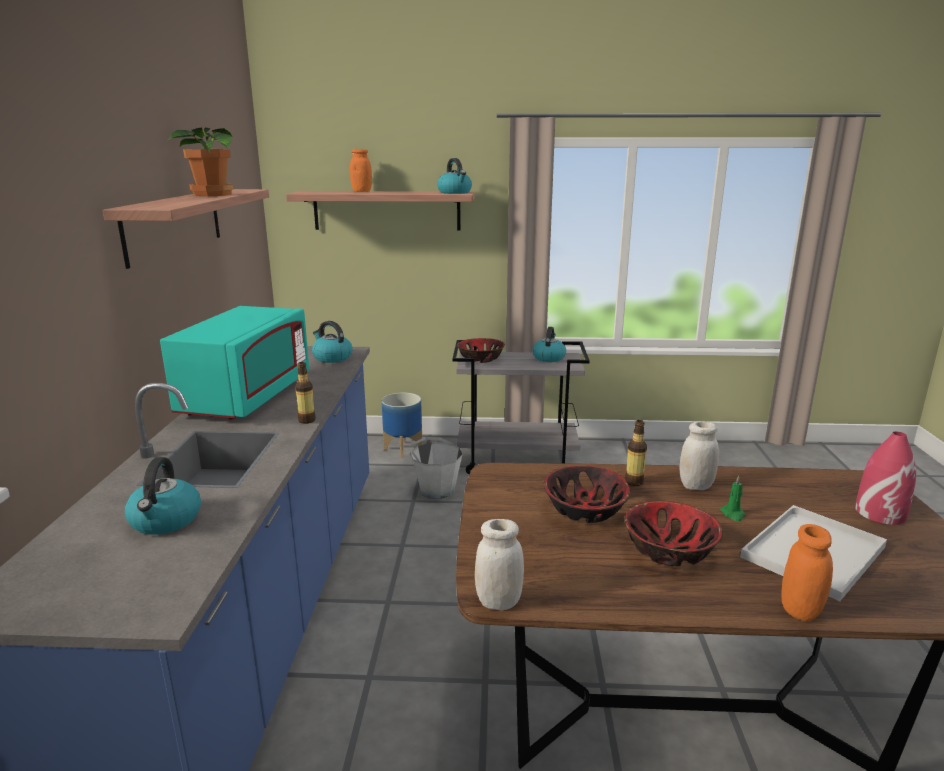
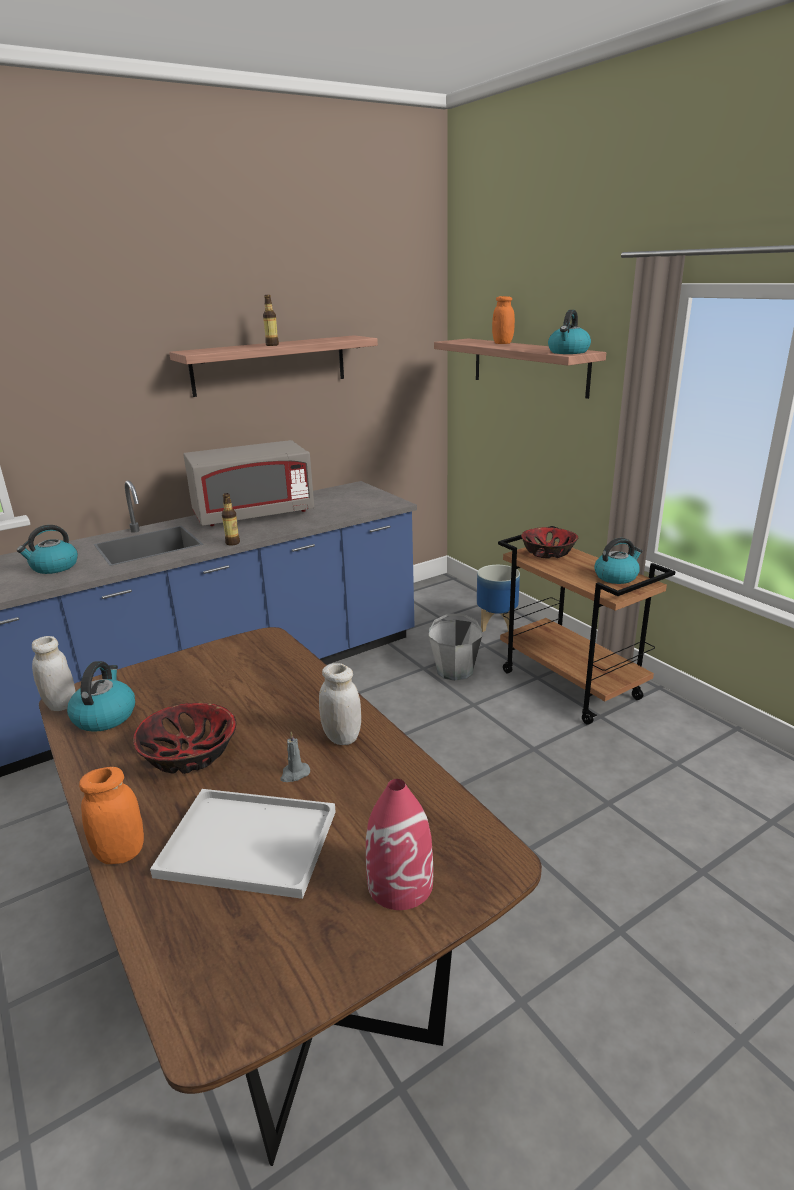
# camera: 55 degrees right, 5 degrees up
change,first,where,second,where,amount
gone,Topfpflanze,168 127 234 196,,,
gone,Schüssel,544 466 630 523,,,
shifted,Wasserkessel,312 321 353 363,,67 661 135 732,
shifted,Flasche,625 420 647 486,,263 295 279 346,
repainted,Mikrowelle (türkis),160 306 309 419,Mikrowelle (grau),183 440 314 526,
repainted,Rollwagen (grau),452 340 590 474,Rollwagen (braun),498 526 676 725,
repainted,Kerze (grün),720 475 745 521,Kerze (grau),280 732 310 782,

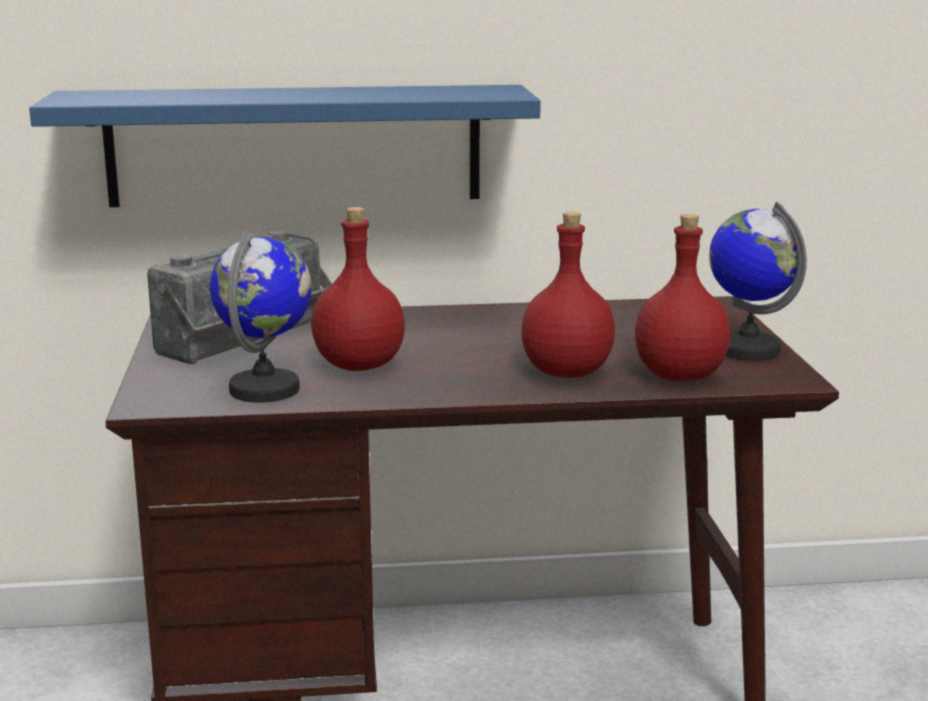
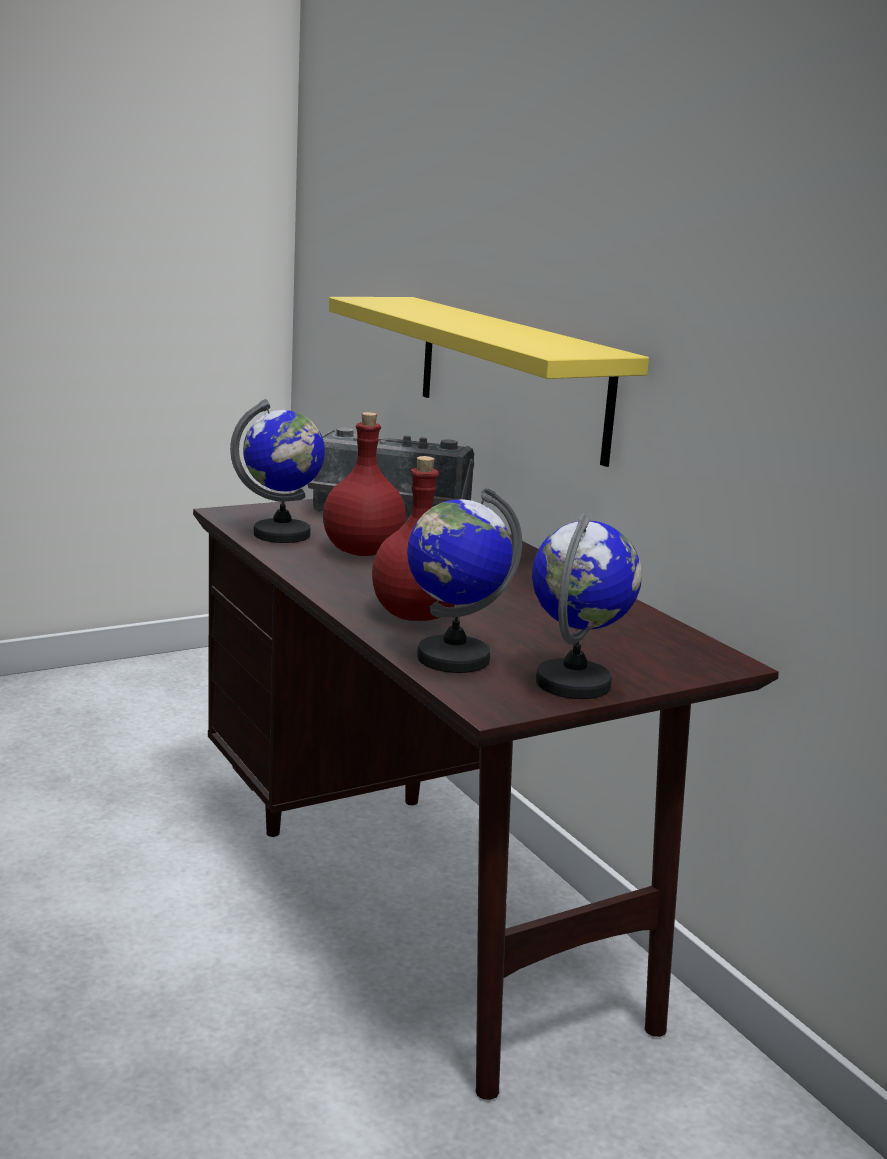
# camera: 65 degrees right, 0 degrees up
change,first,where,second,where,amount
swapped,Flasche (rot),635 214 731 381,Globus,407 487 522 673,
repainted,Wandregal (blau),29 85 541 207,Wandregal (gelb),329 297 649 467,

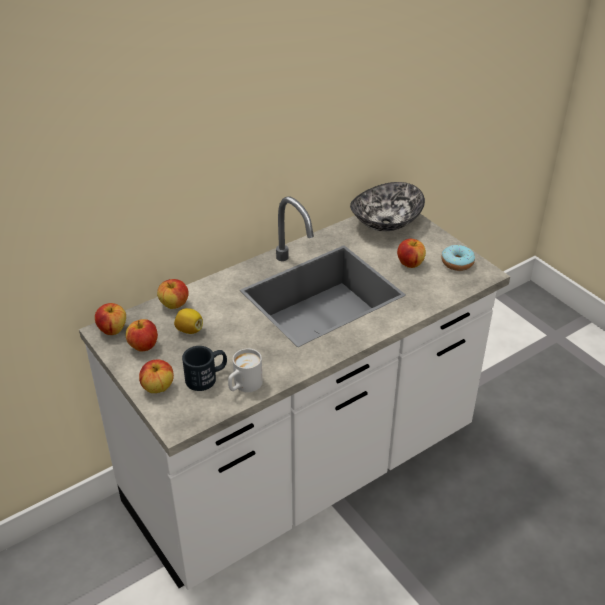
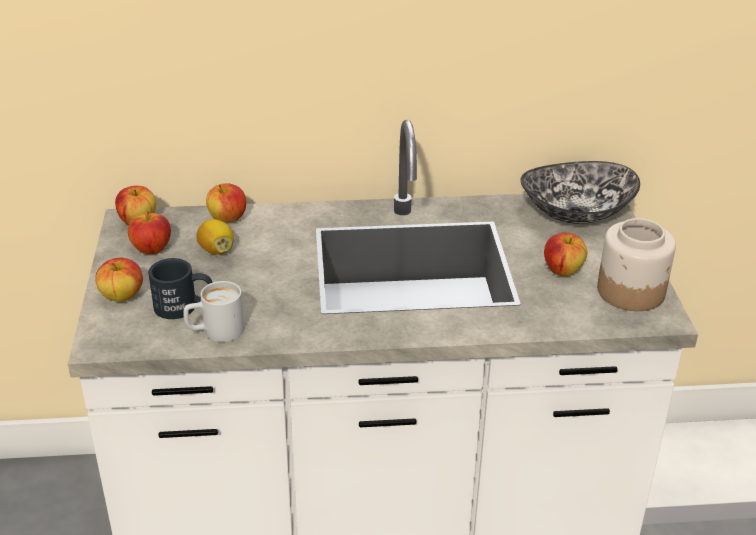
# camera: 30 degrees right, 5 degrees down
change,first,where,second,where,amount
swapped,Donut,441 245 475 271,Vorratsglas,597 218 676 311,

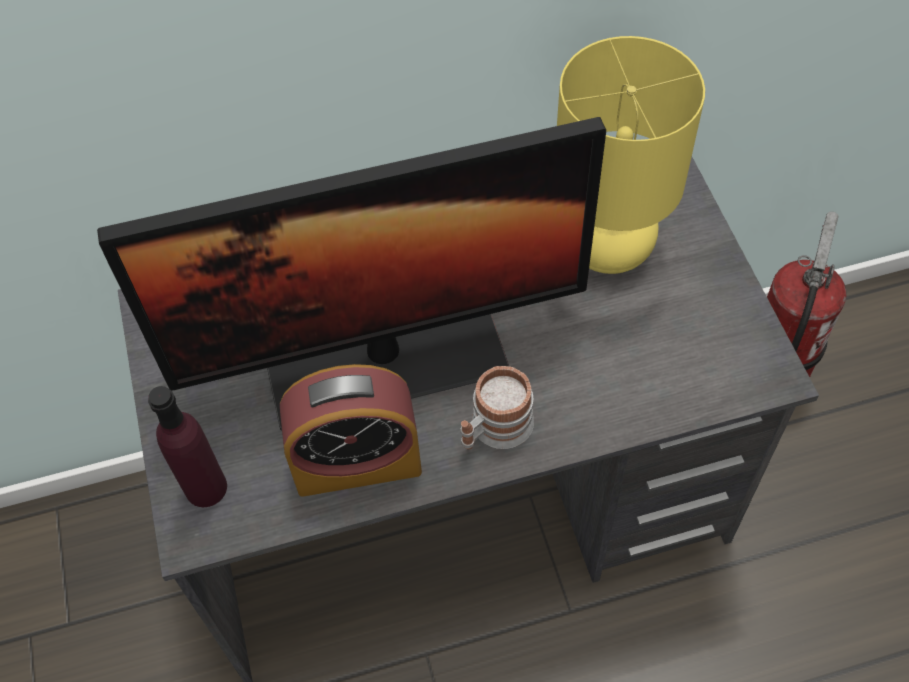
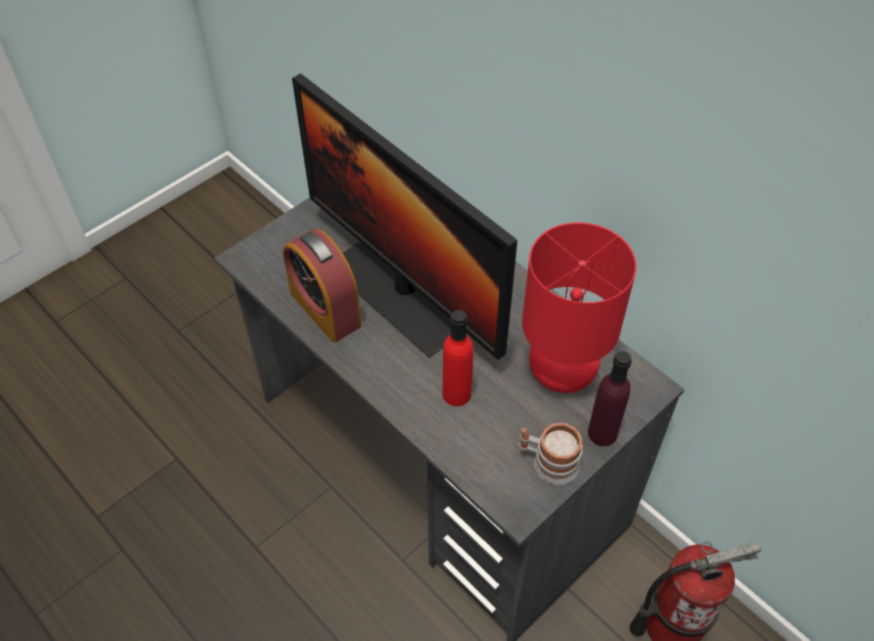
# camera: 60 degrees right, 5 degrees down
change,first,where,second,where,amount
new,,,Flasche (rot),442 310 473 406,
shifted,Flasche (lila),148 386 227 507,,588 351 632 446,
shifted,Henkelbecher,461 366 534 450,,519 423 583 485,
repainted,Tischlampe (gelb),557 36 705 274,Tischlampe (rot),522 222 636 393,

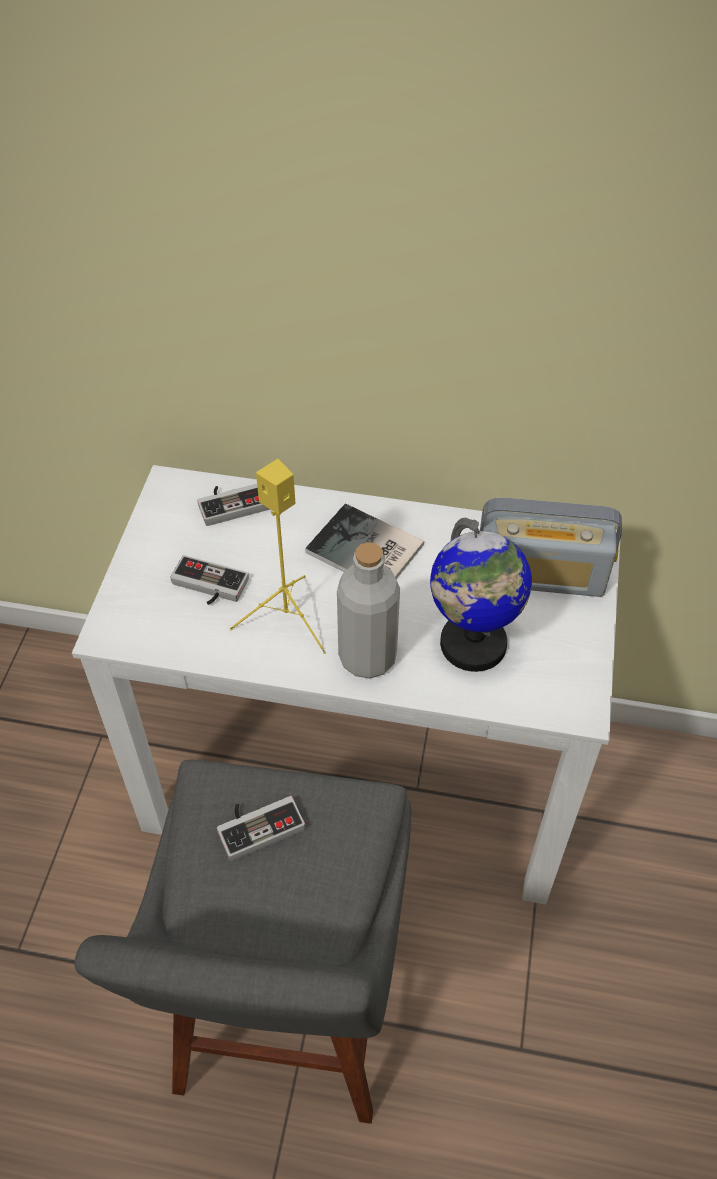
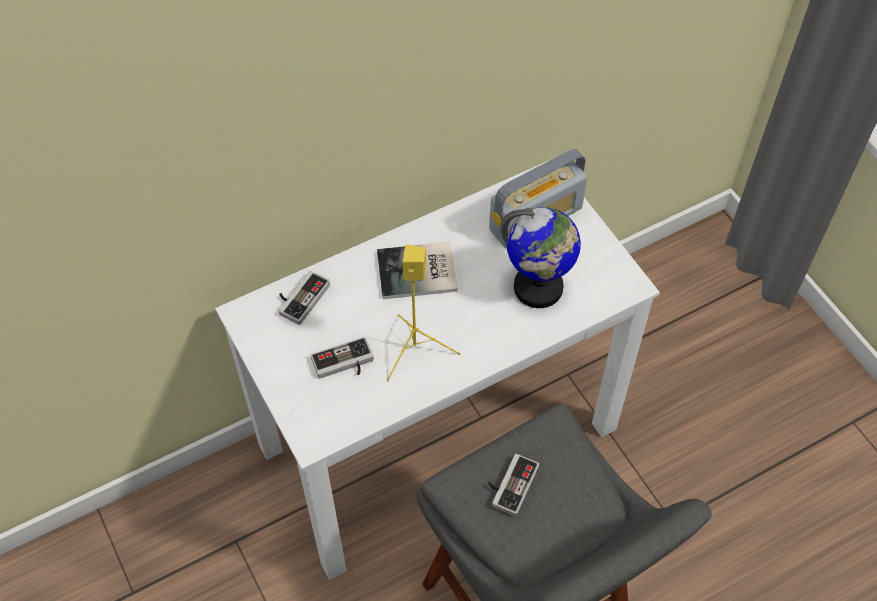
# camera: 40 degrees left, 5 degrees up
change,first,where,second,where,amount
gone,Flasche (grau),337 542 400 679,,,

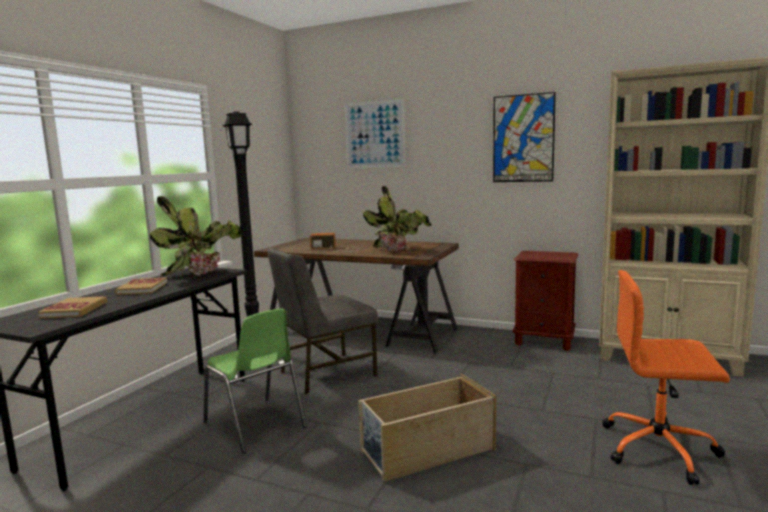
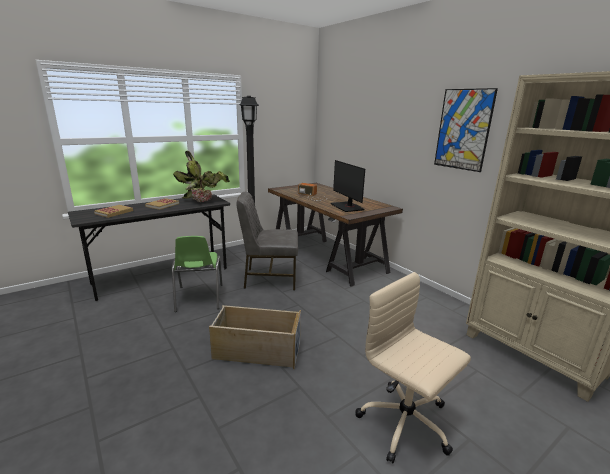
# camera: 30 degrees right, 10 degrees up
change,first,where,second,where,amount
gone,Bild,345 99 405 168,,,
gone,Nachttisch (braun),513 251 578 351,,,
swapped,Topfpflanze,363 186 432 252,Monitor,330 160 365 212,
repainted,Bürostuhl (orange),602 270 730 485,Bürostuhl (beige),355 272 471 464,

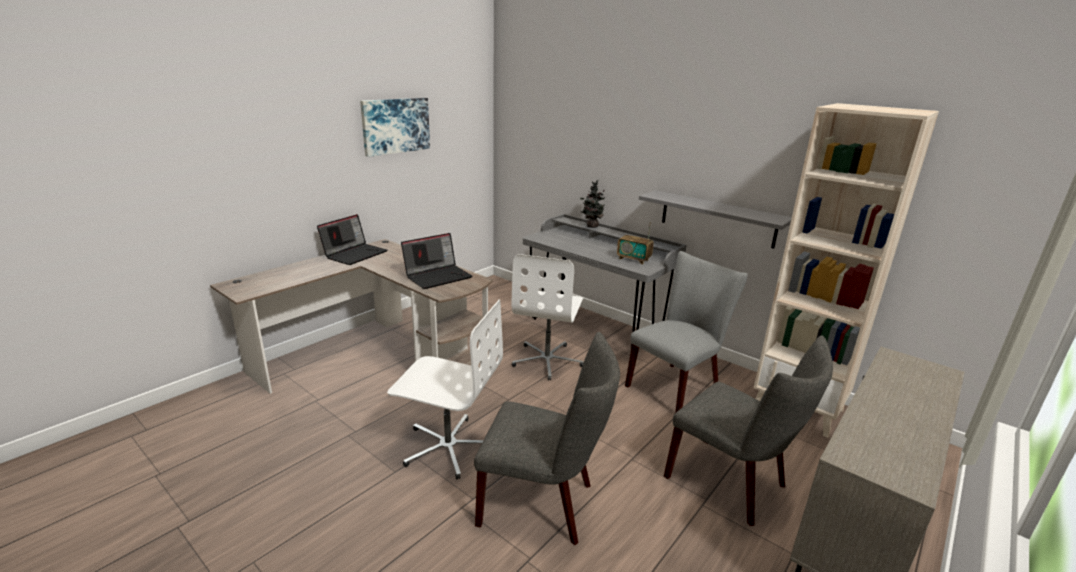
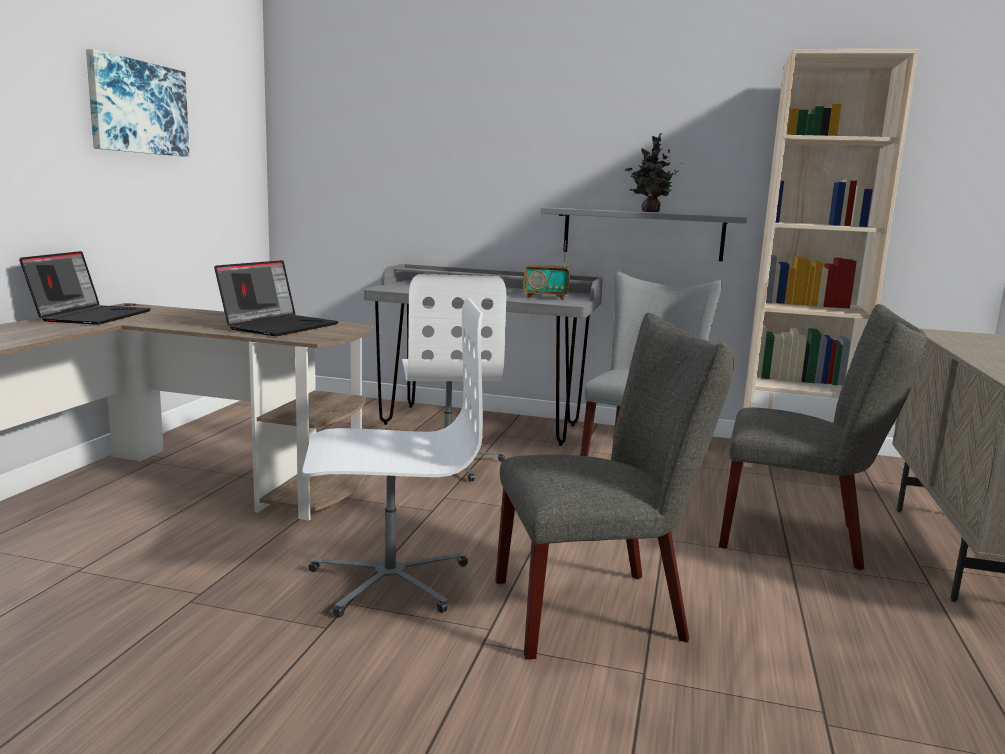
# camera: 25 degrees left, 10 degrees down
change,first,where,second,where,amount
shifted,Topfpflanze,580 180 605 228,,625 133 682 212,

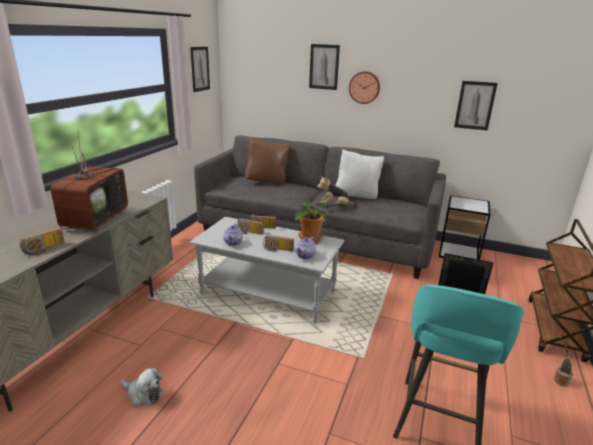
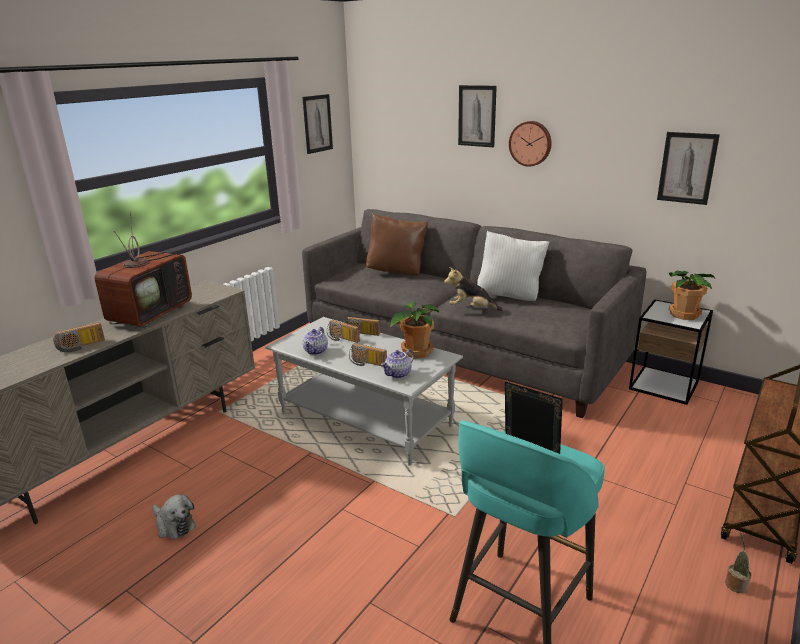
# camera: 15 degrees right, 0 degrees up
change,first,where,second,where,amount
new,,,Topfpflanze,669 271 715 320,

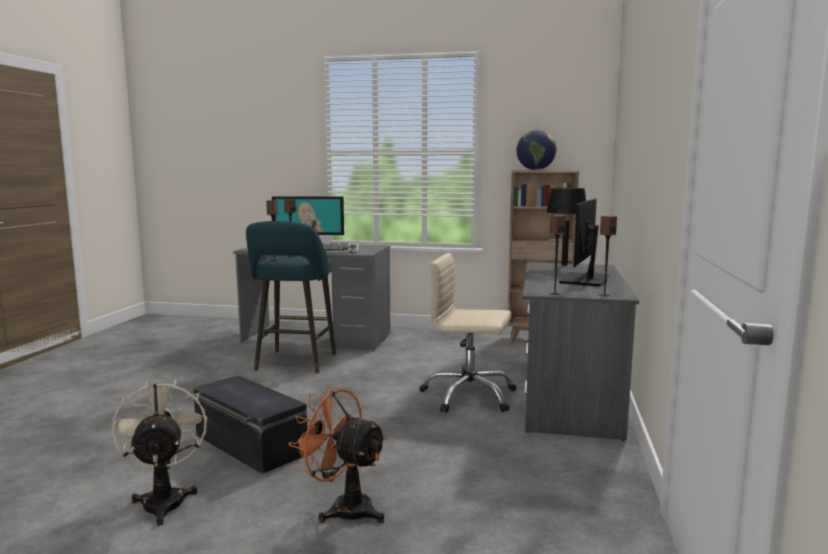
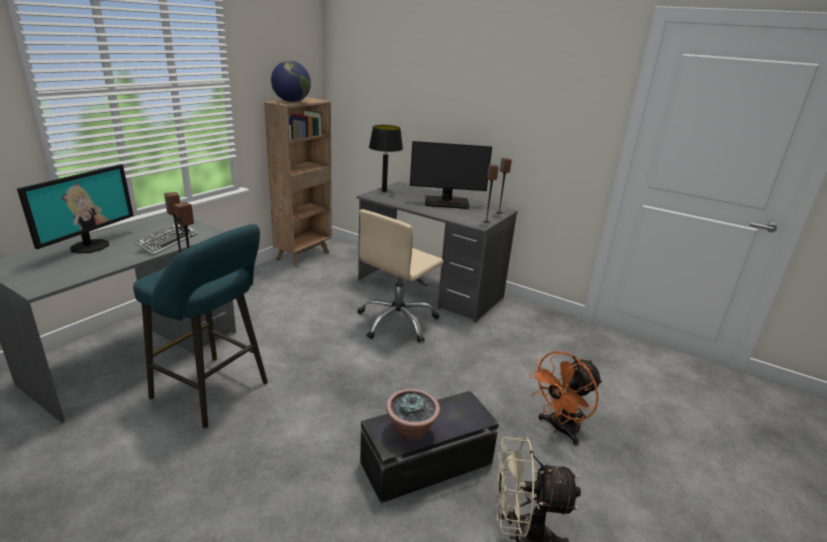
# camera: 70 degrees left, 15 degrees up
change,first,where,second,where,amount
new,,,Topfpflanze,386 389 440 441,
rotated,Monitor,559 198 609 286,,410 141 492 209,45 degrees counterclockwise

